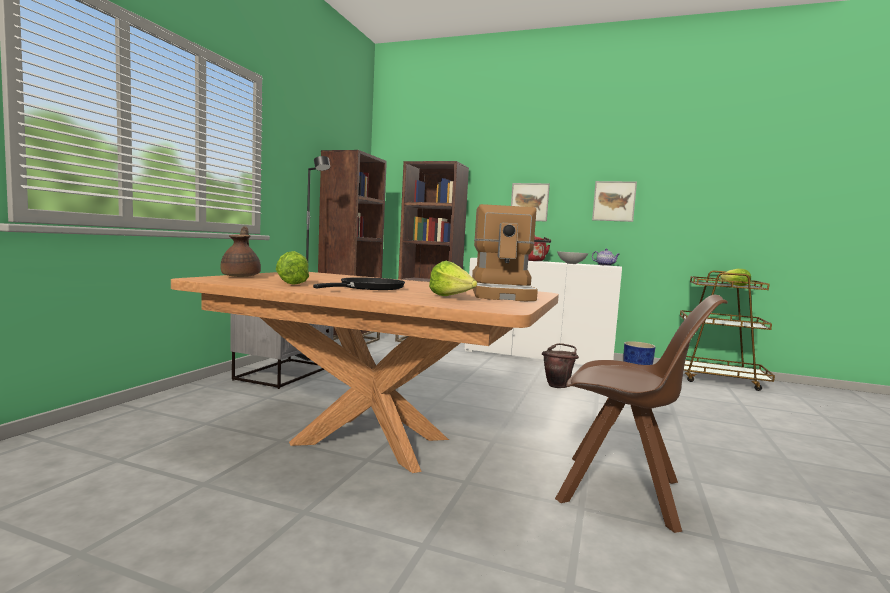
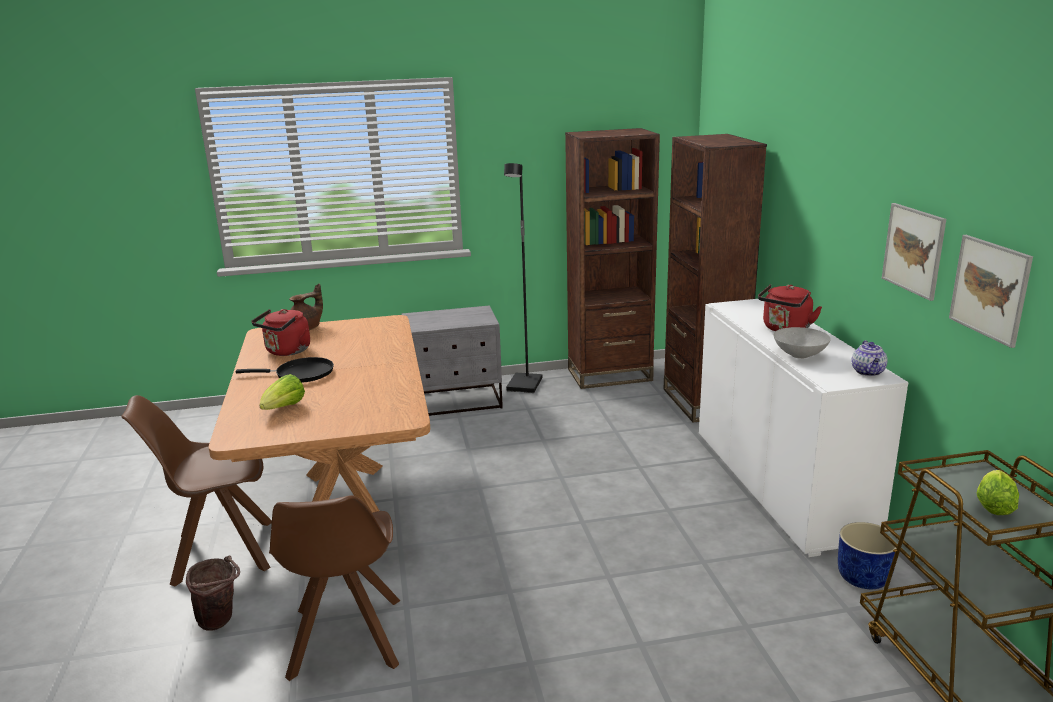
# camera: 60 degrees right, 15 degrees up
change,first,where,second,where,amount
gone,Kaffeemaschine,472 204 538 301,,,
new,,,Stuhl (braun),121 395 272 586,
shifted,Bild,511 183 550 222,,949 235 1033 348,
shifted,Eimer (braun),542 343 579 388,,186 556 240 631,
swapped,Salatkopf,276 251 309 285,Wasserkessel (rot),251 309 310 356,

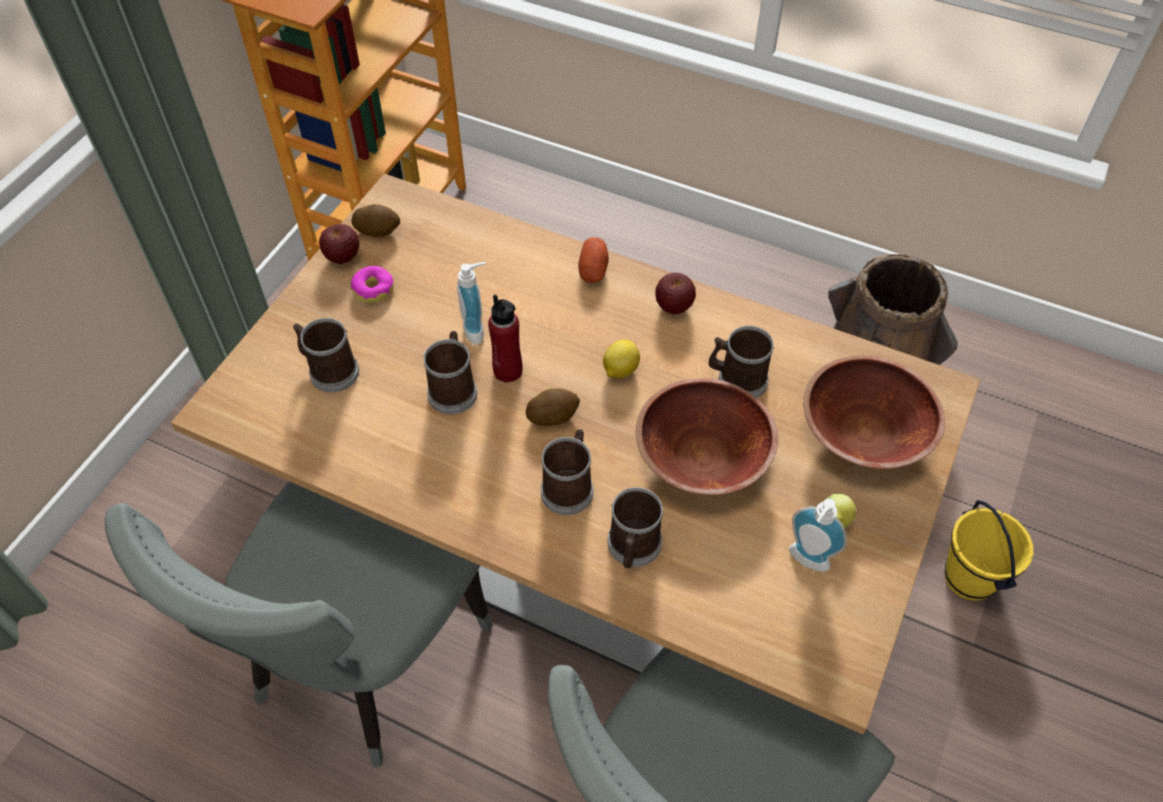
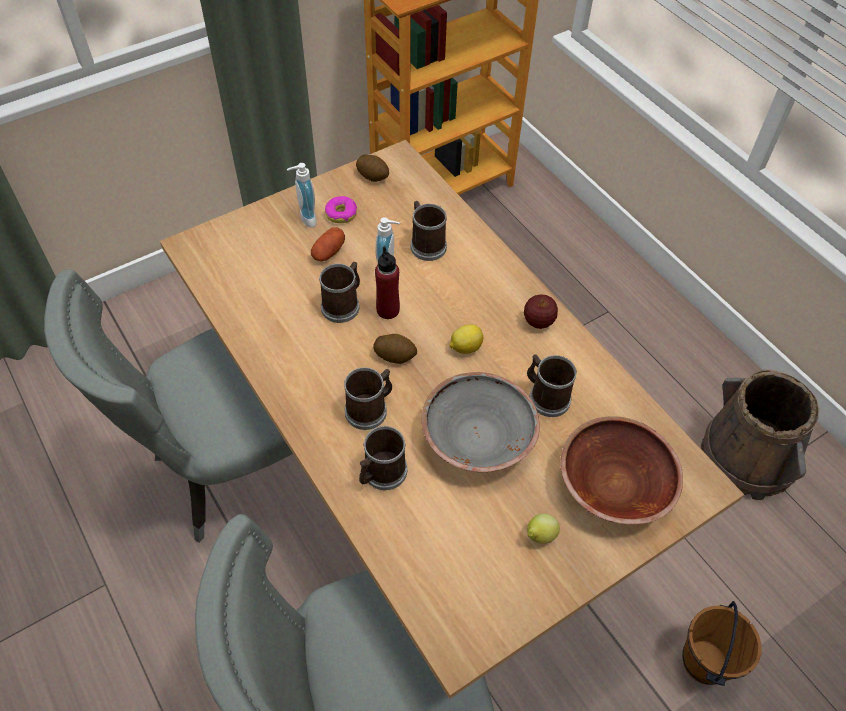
# camera: 30 degrees right, 0 degrees up
change,first,where,second,where,amount
gone,Apfel,319 224 359 264,,,
shifted,Henkelbecher,293 318 359 392,,411 201 447 261,
shifted,Kartoffel,578 237 609 283,,311 227 345 261,
shifted,Seifenspender,789 498 847 572,,287 163 317 228,
repainted,Schüssel (braun),636 378 778 495,Schüssel (grau),422 372 540 472,
repainted,Eimer (gelb),945 500 1033 601,Eimer (braun),683 601 761 686,

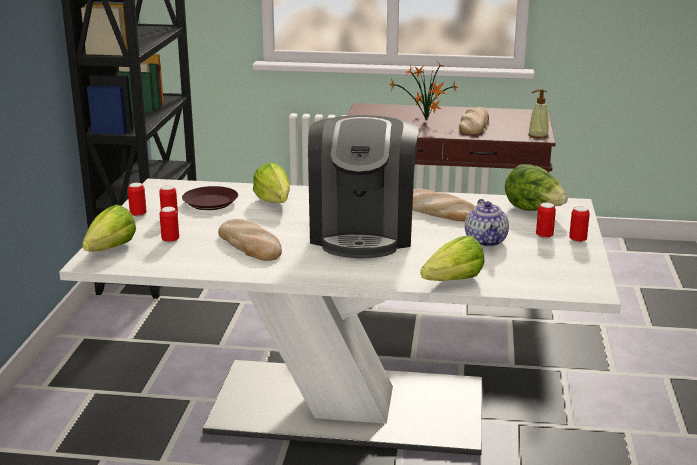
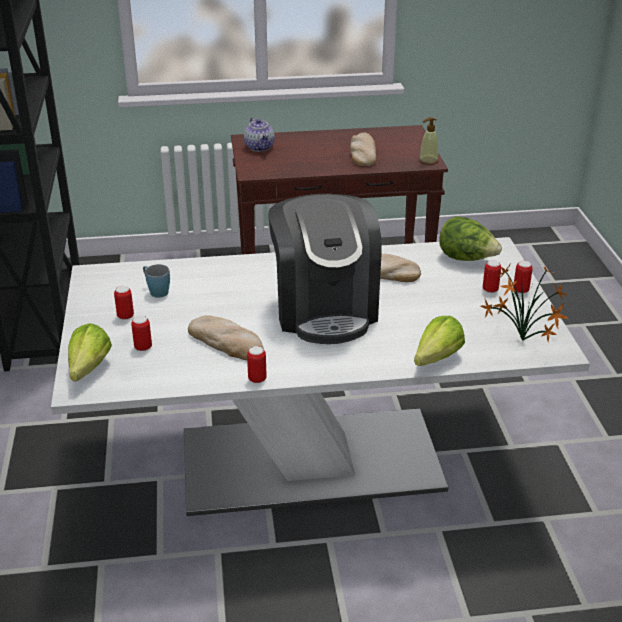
# camera: 15 degrees left, 10 degrees up
change,first,where,second,where,amount
gone,Salatkopf,253 162 290 203,,,
shifted,Dose,128 183 146 216,,247 346 267 383,
shifted,Topfpflanze,389 61 458 120,,480 265 569 343,
shifted,Teekanne,465 199 509 247,,244 117 275 152,
swapped,Teller (braun),182 186 238 210,Henkelbecher (blau),143 264 170 298,

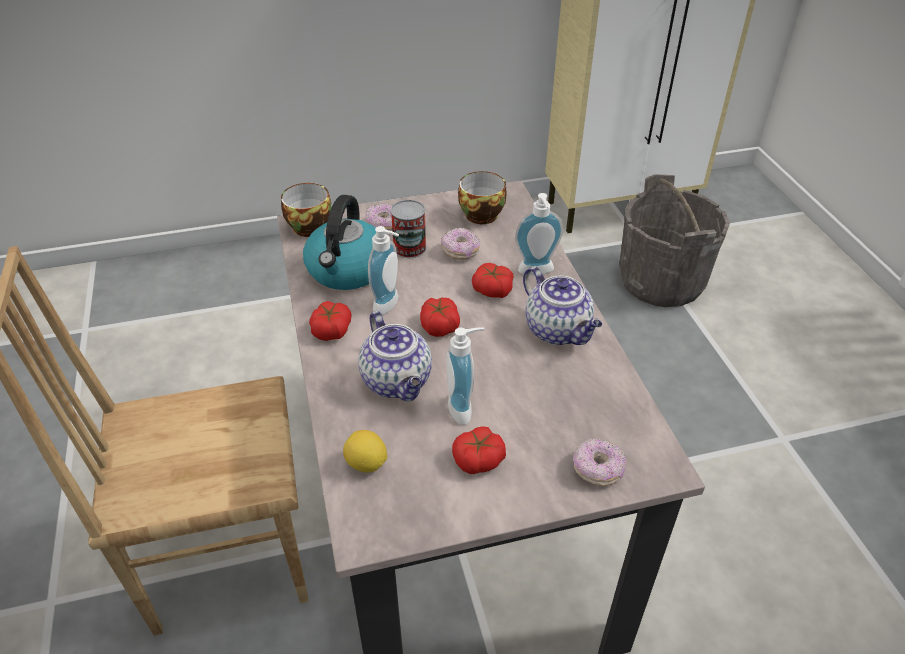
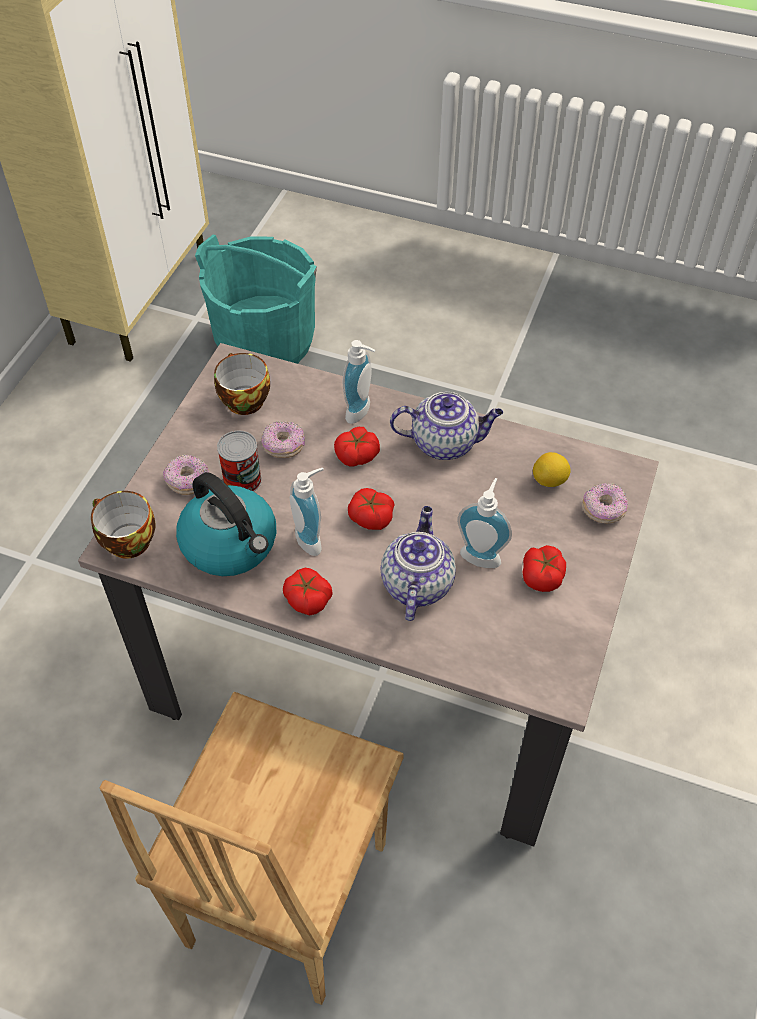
# camera: 55 degrees left, 10 degrees up
change,first,where,second,where,amount
shifted,Zitrone,343 430 387 473,,533 452 570 487,
repainted,Eimer (grau),619 174 730 307,Eimer (türkis),195 235 317 364,
rotated,Teekanne,358 311 432 401,,381 506 456 621,90 degrees counterclockwise

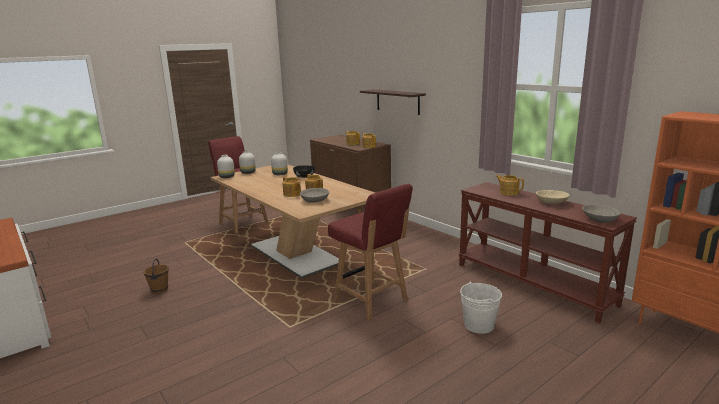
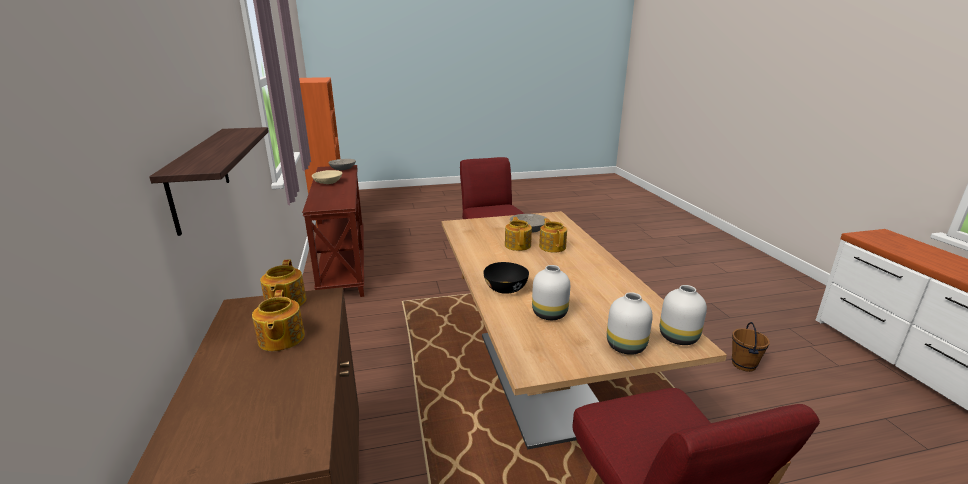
# camera: 155 degrees left, 5 degrees up
change,first,where,second,where,amount
gone,Eimer (weiß),460 281 502 334,,,
gone,Teekanne,496 175 524 196,,,

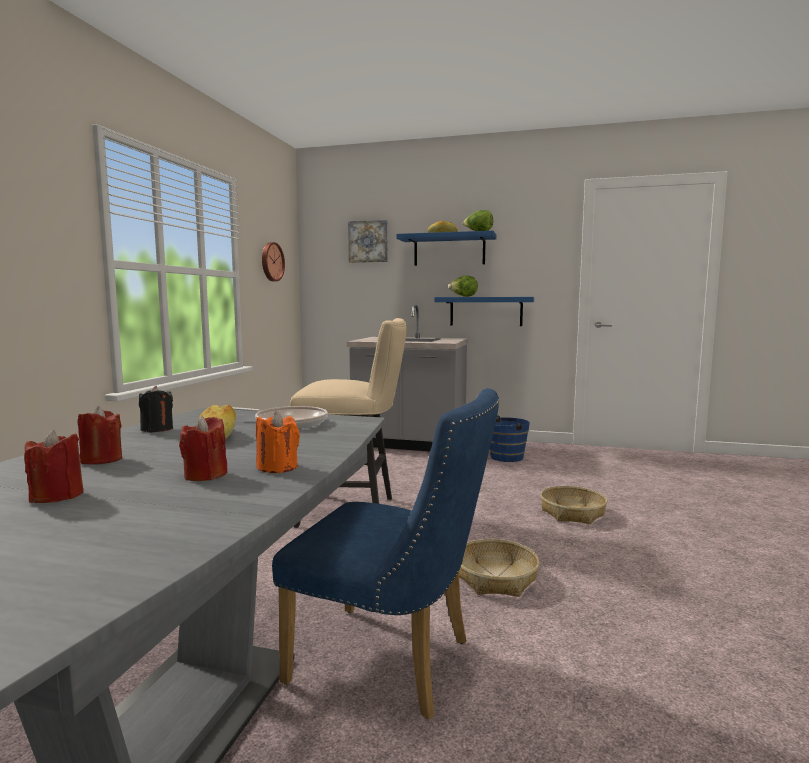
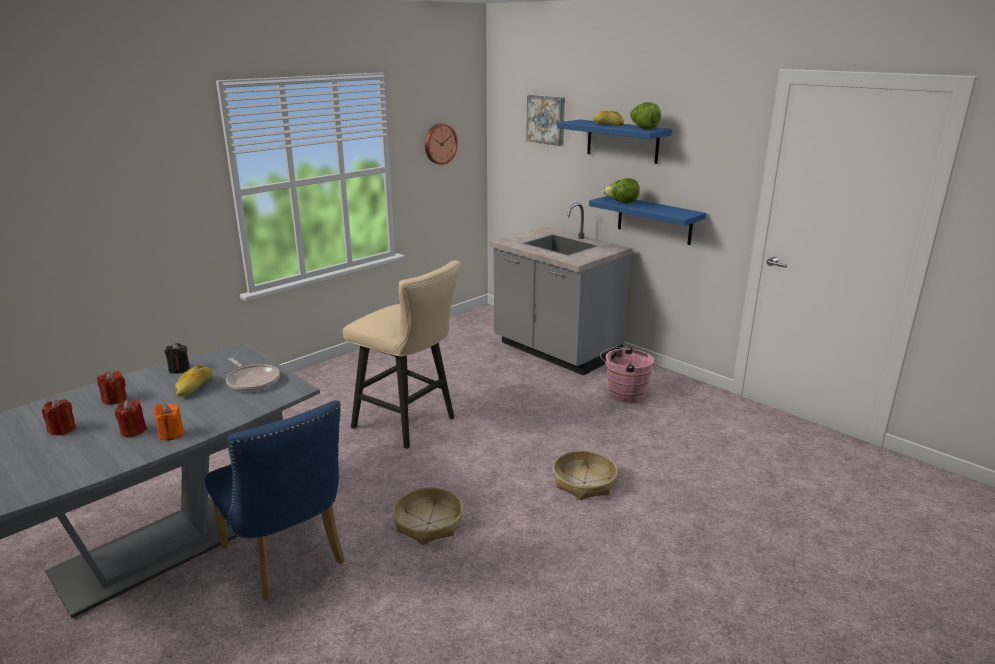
# camera: 30 degrees right, 15 degrees up
change,first,where,second,where,amount
repainted,Eimer (blau),489 415 530 462,Eimer (rosa),600 346 654 403,

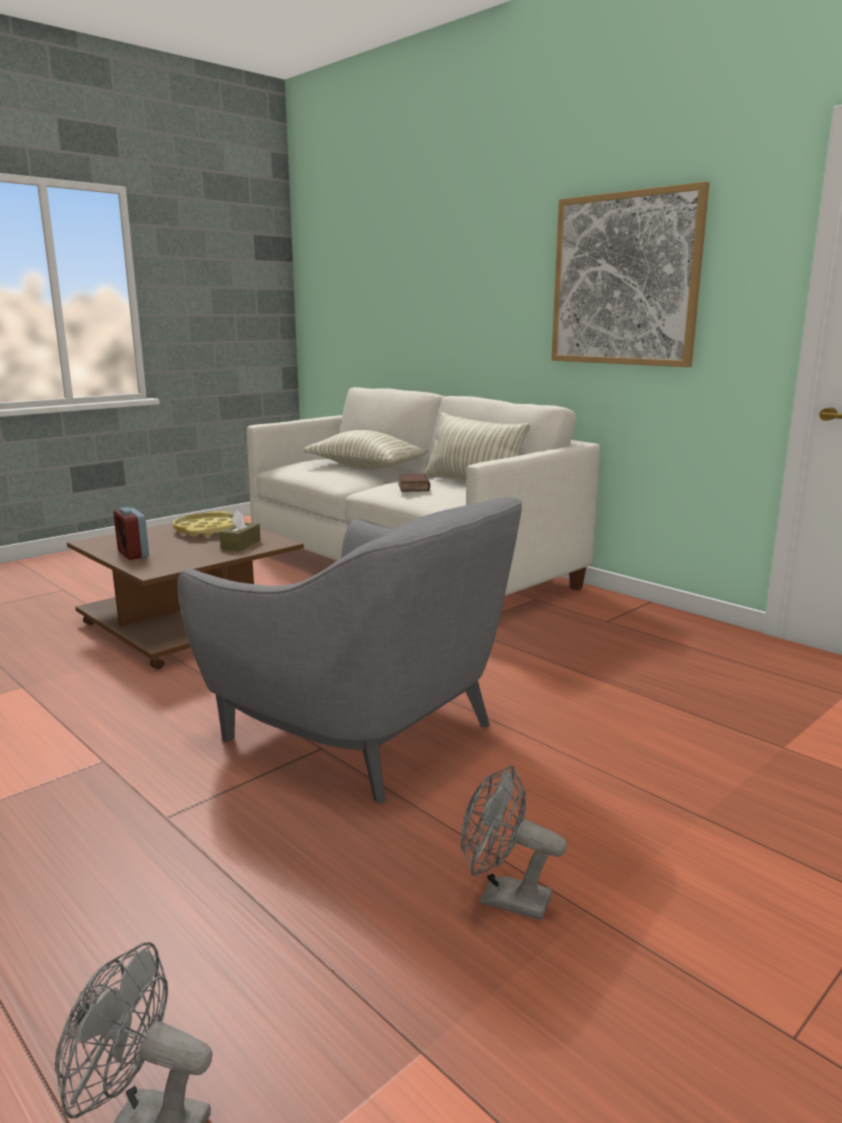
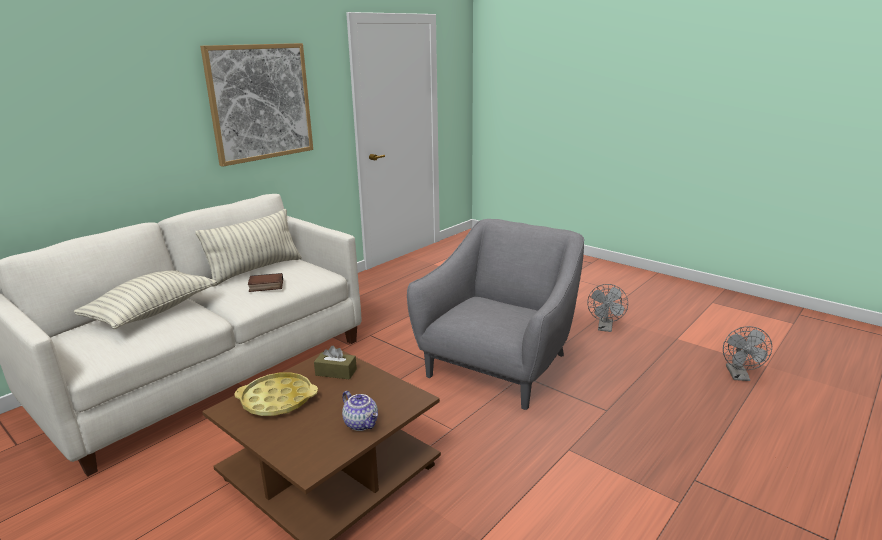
# camera: 95 degrees left, 5 degrees up
change,first,where,second,where,amount
swapped,Wecker,114 507 149 560,Teekanne,342 391 378 431,

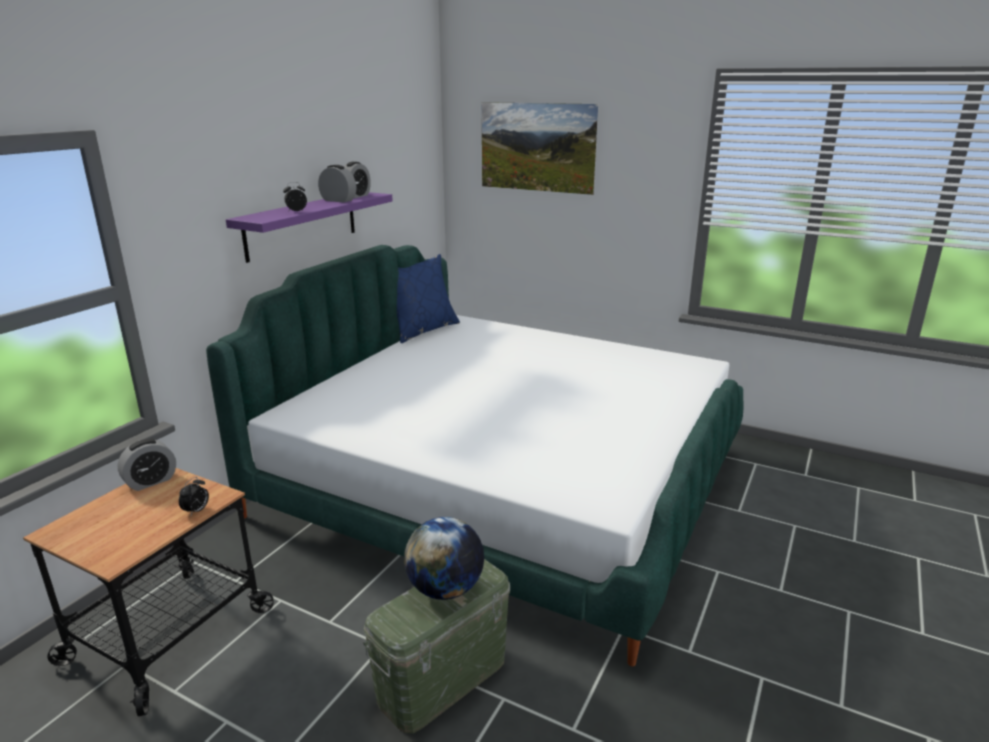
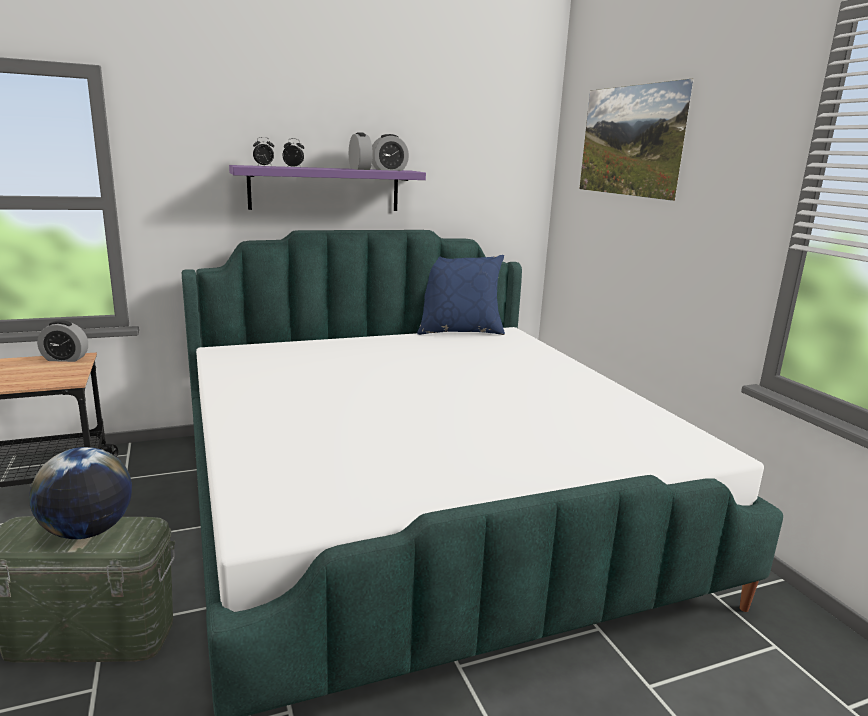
# camera: 40 degrees right, 5 degrees down
change,first,where,second,where,amount
shifted,Wecker,179 477 209 515,,253 137 274 166,

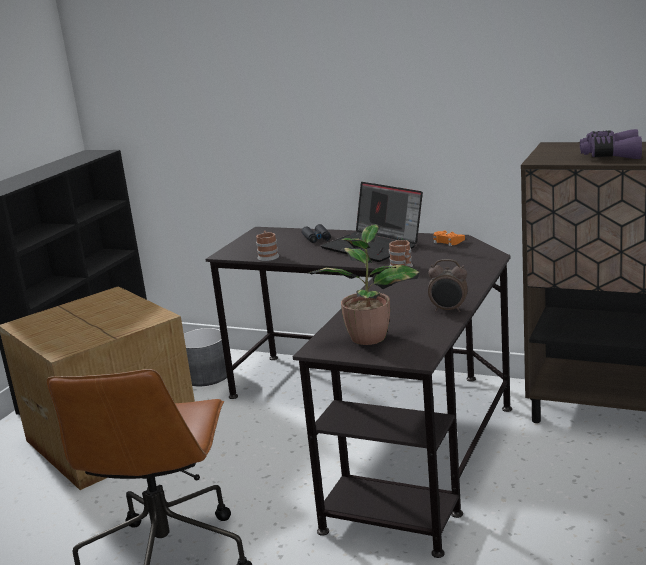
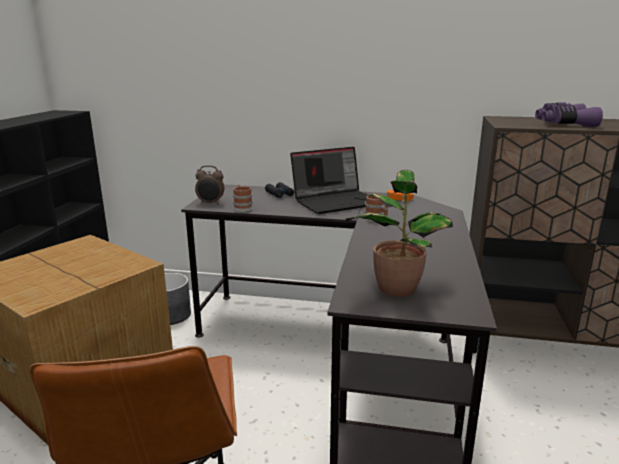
# camera: 15 degrees left, 0 degrees up
change,first,where,second,where,amount
shifted,Wecker,428 259 468 312,,195 165 224 205,
rotated,Laptop,321 182 423 262,,290 147 367 214,60 degrees counterclockwise

